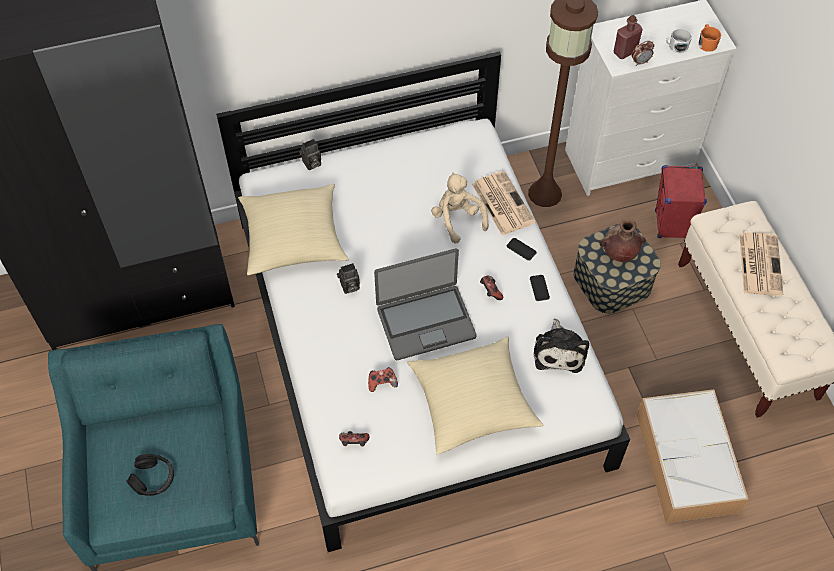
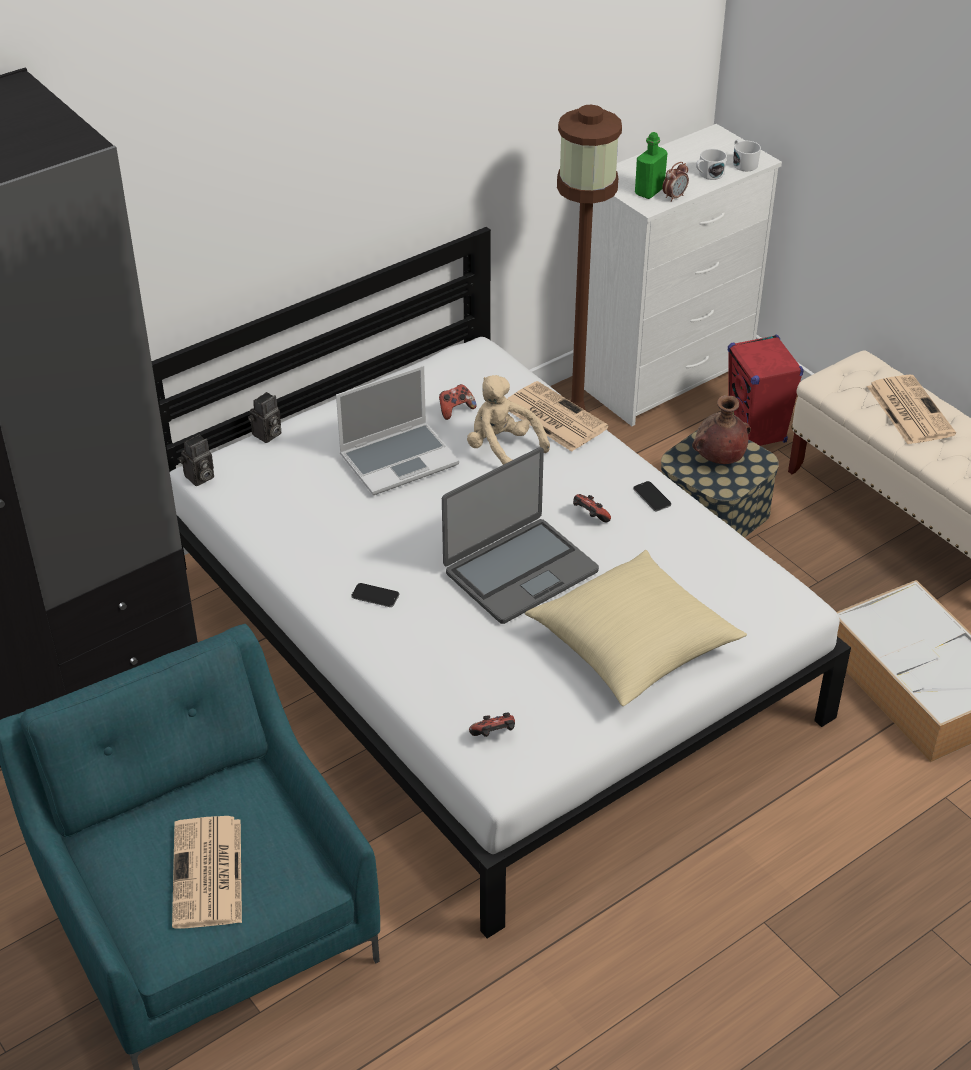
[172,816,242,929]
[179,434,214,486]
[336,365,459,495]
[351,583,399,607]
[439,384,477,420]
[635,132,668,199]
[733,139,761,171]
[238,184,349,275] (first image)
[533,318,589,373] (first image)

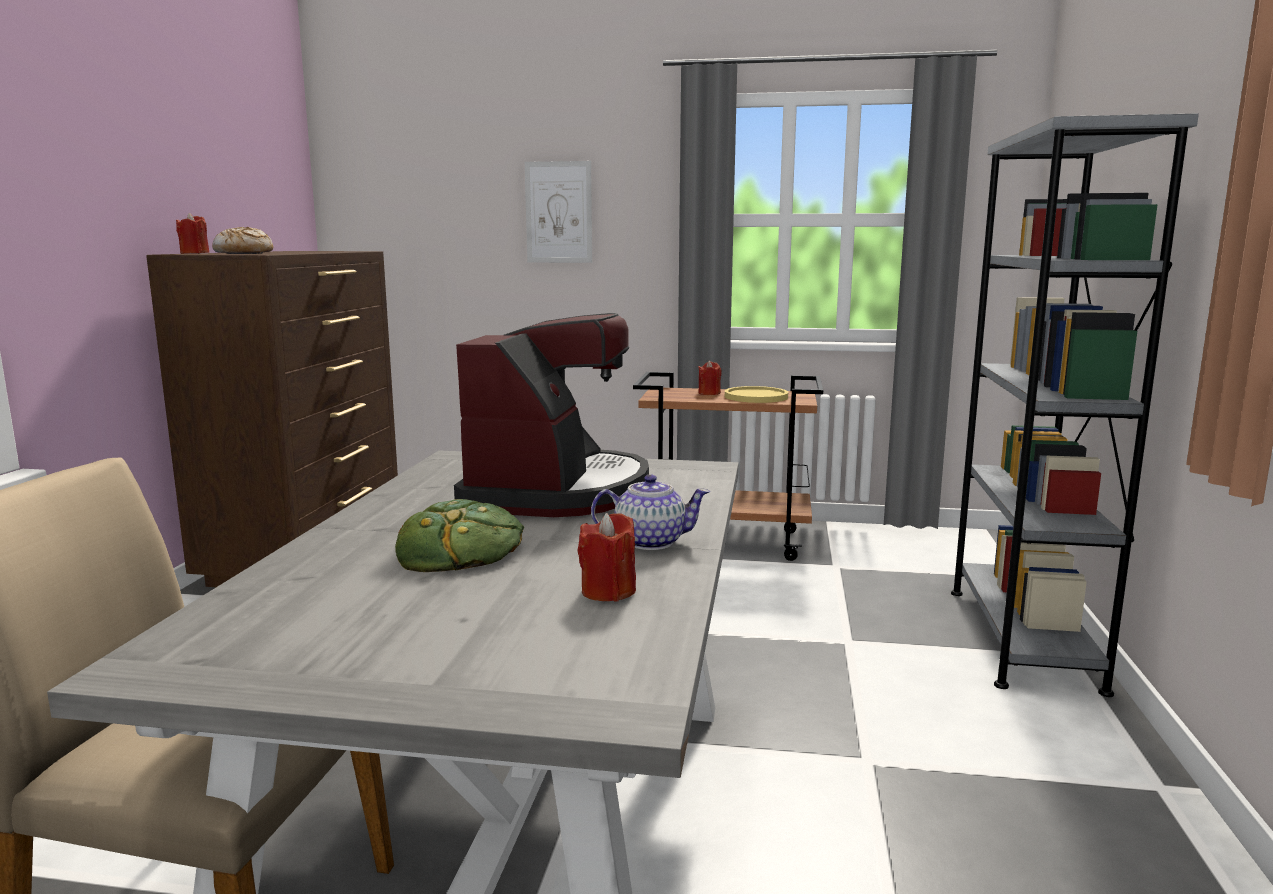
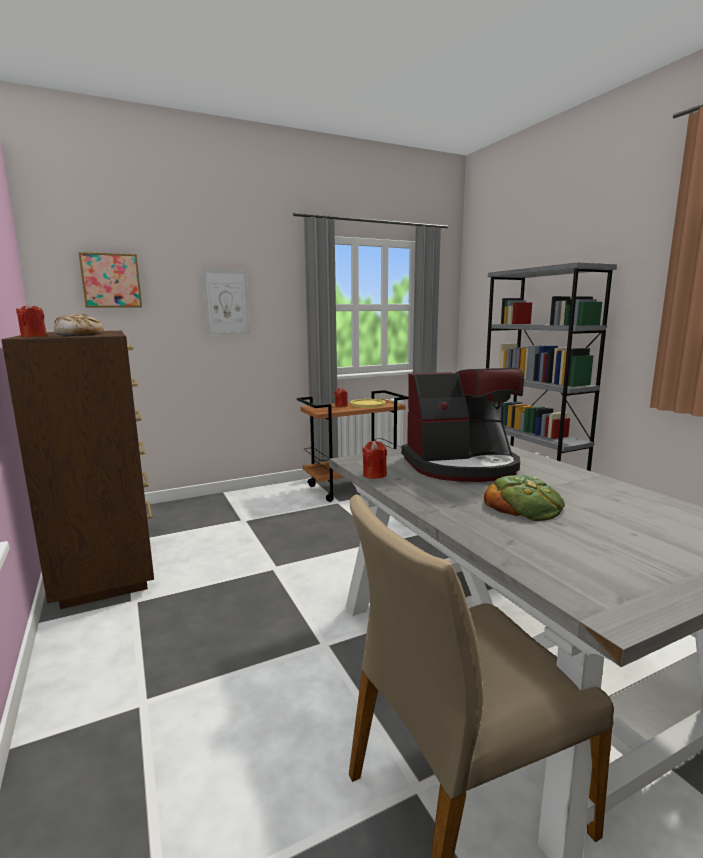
[78,252,142,308]
[362,441,387,479]
[401,368,524,482]
[591,474,710,550] (first image)

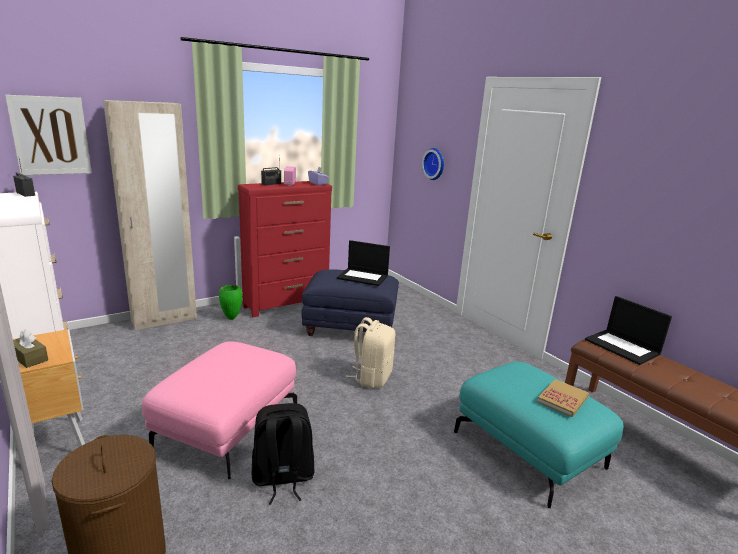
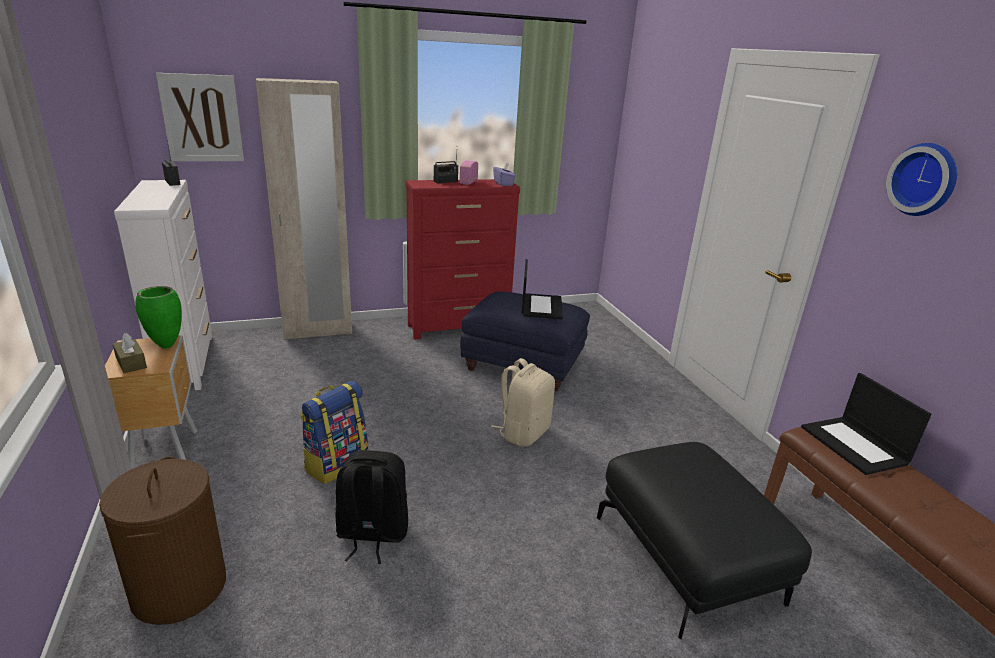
[135,286,182,348]
[300,381,368,484]
[522,259,563,319]
[597,442,812,639]
[886,143,957,216]
[537,379,589,417] (first image)

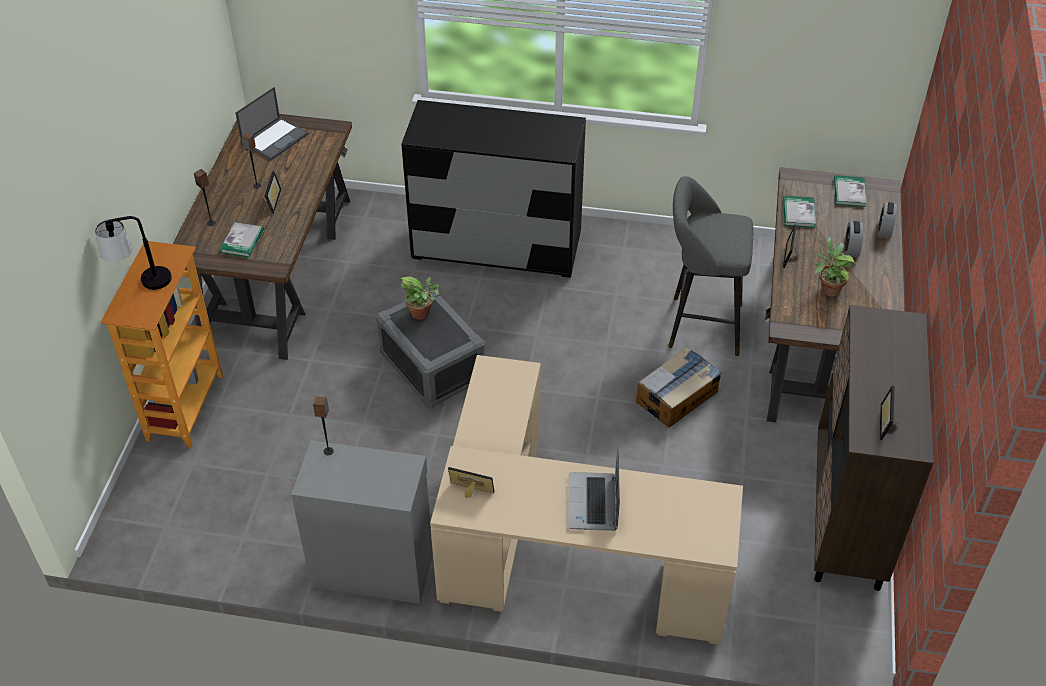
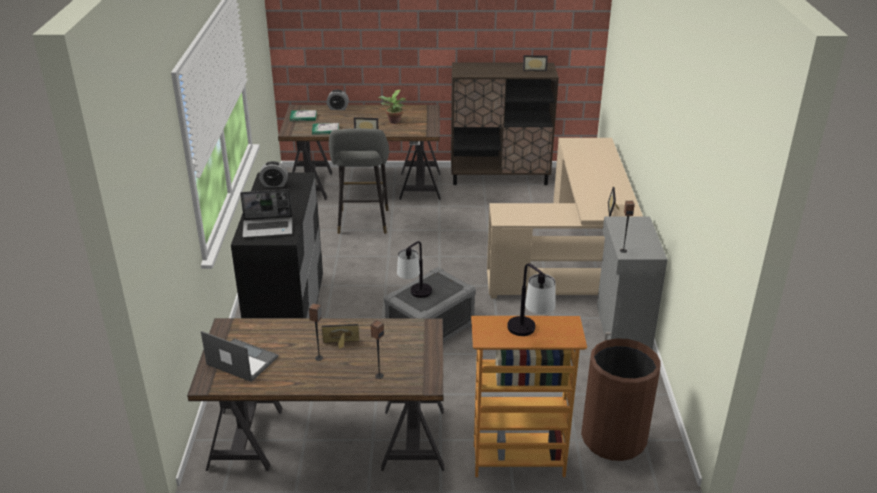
[240,189,292,238]
[259,161,288,187]
[397,241,432,298]
[581,338,661,461]
[220,222,264,257] (first image)
[636,346,722,427] (first image)

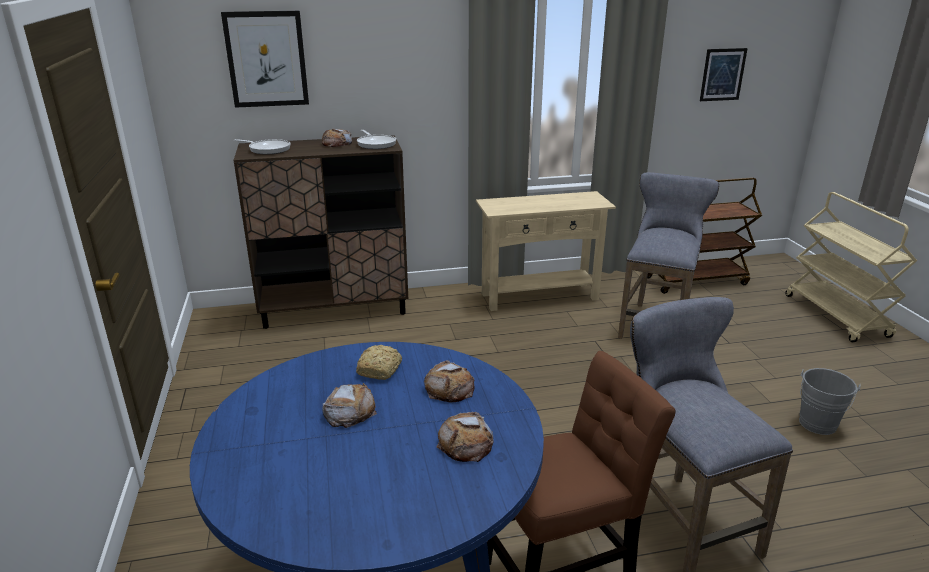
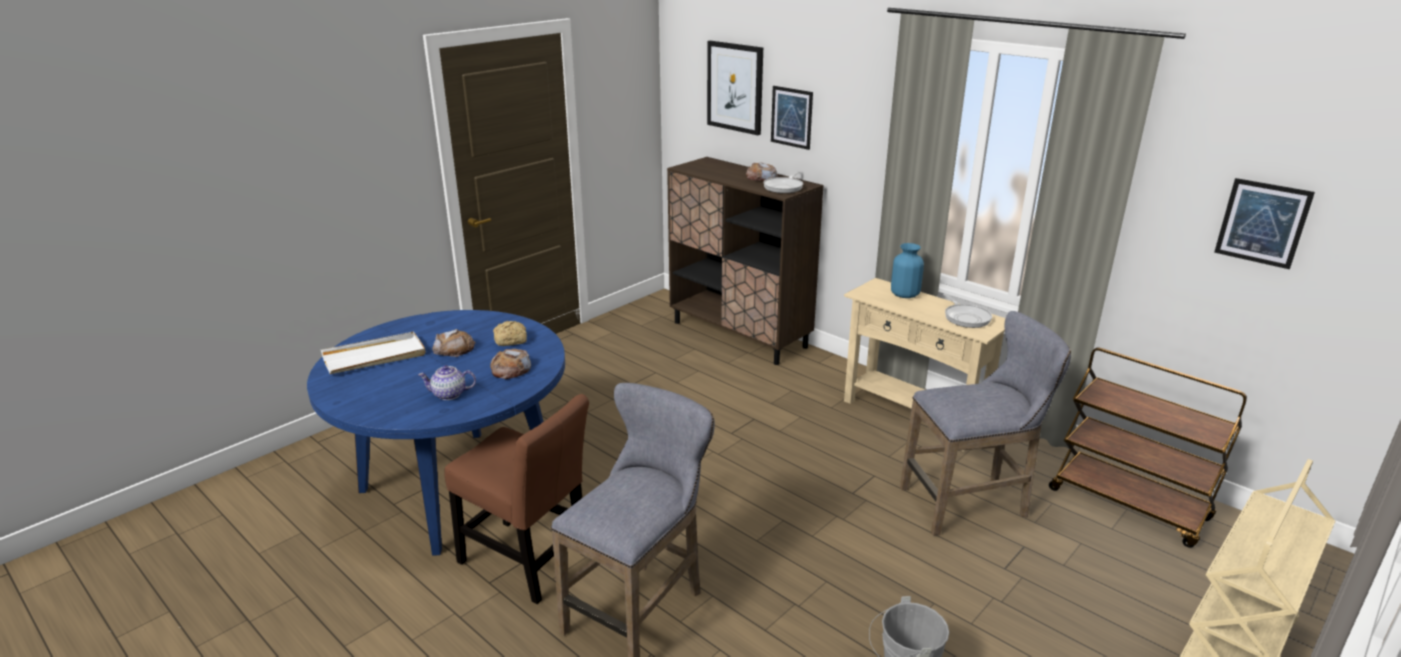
[321,331,426,374]
[418,365,476,400]
[771,86,813,150]
[891,243,924,298]
[943,294,992,328]

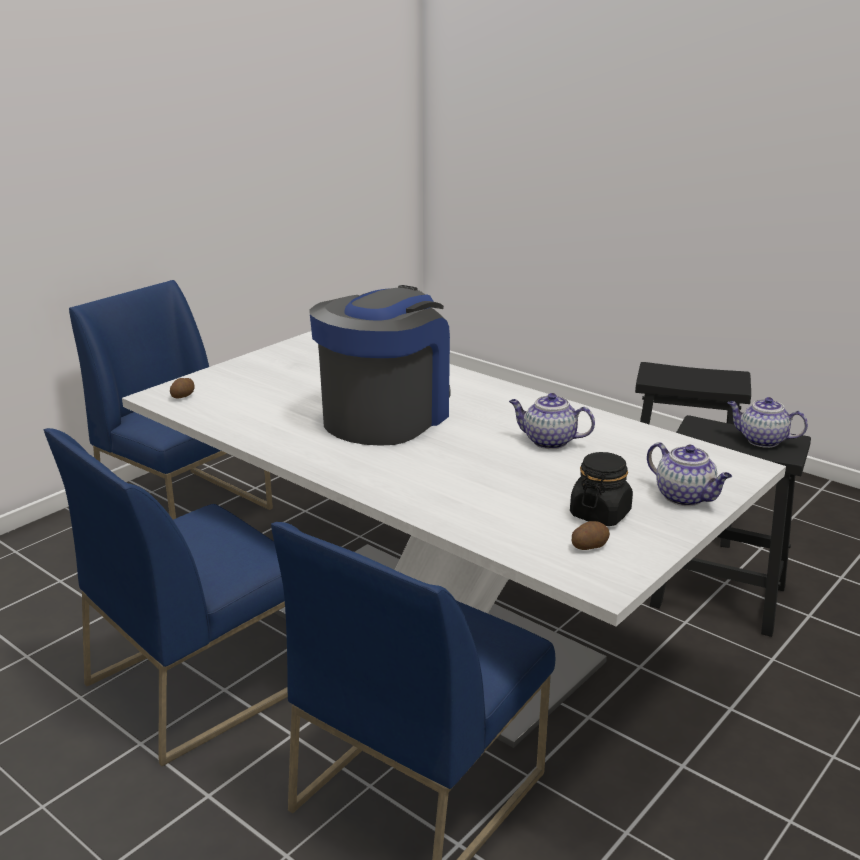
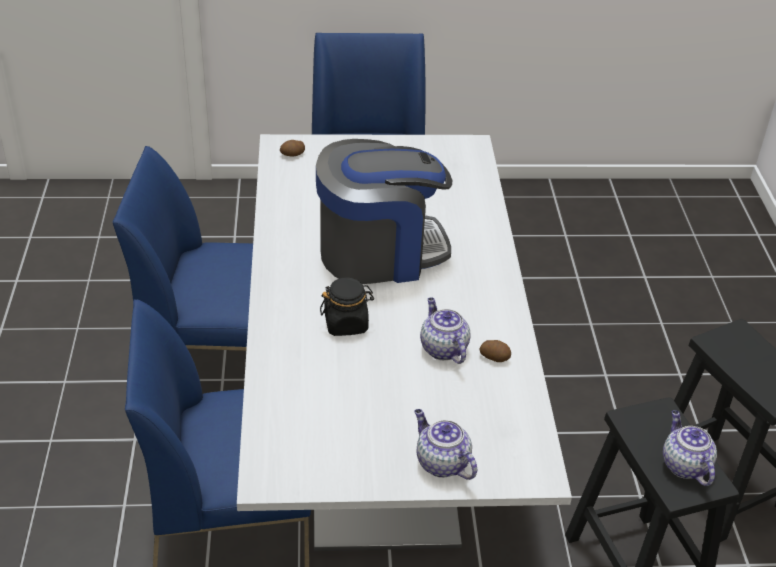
[320,277,374,336]
[414,409,477,480]
[479,340,511,362]

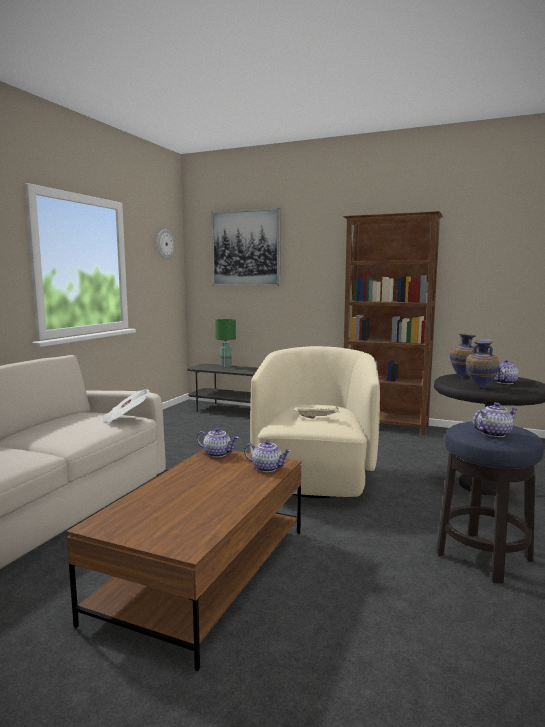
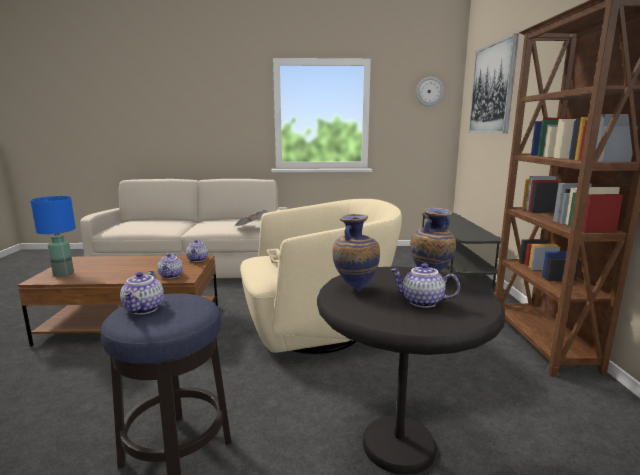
[30,196,76,277]
[120,271,164,315]
[215,319,236,367] (first image)

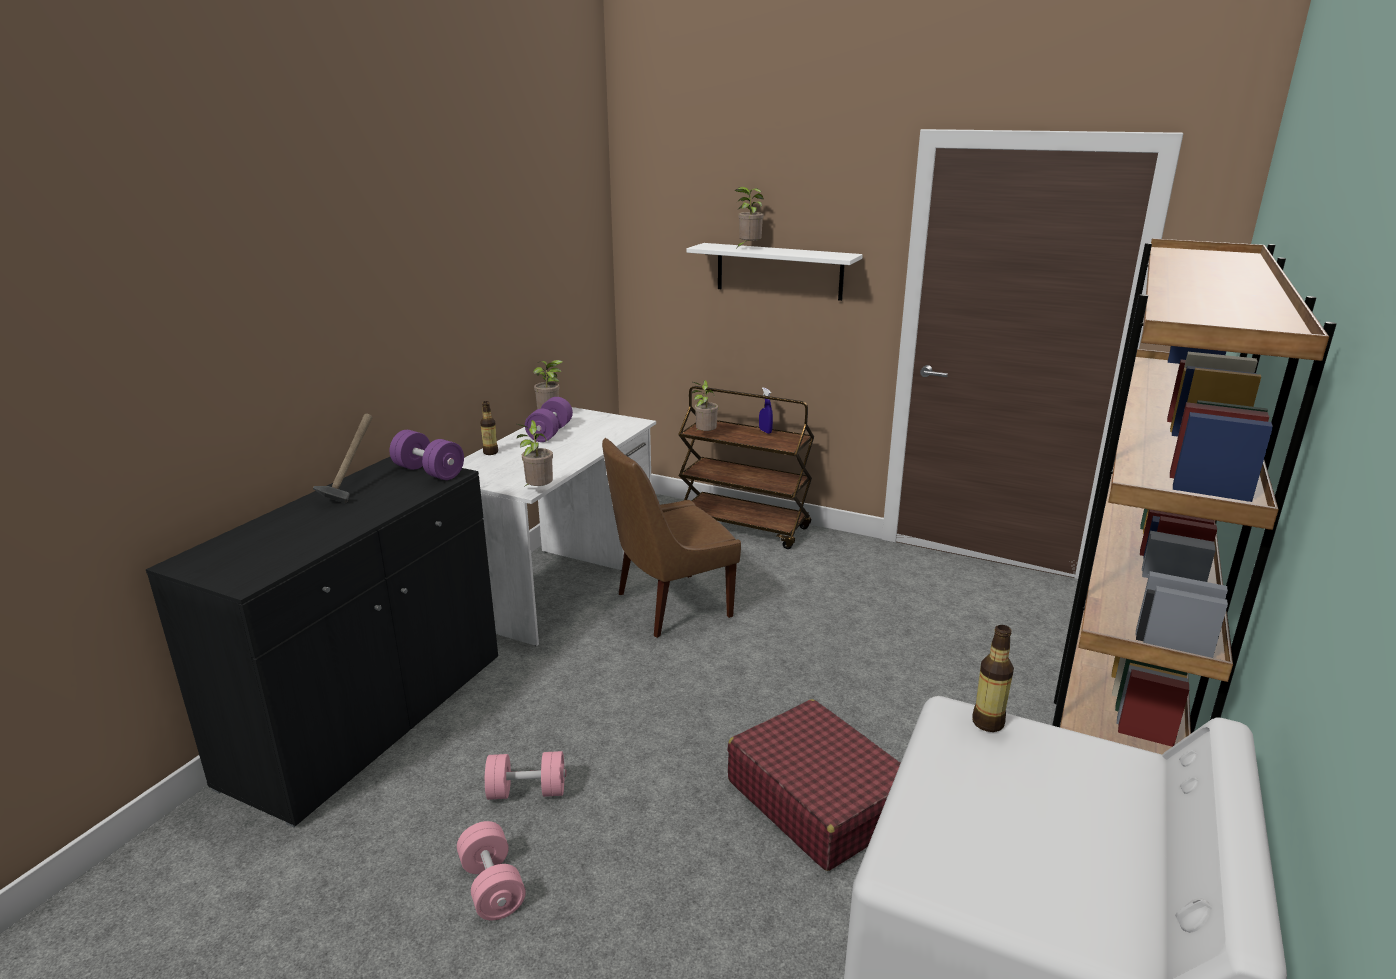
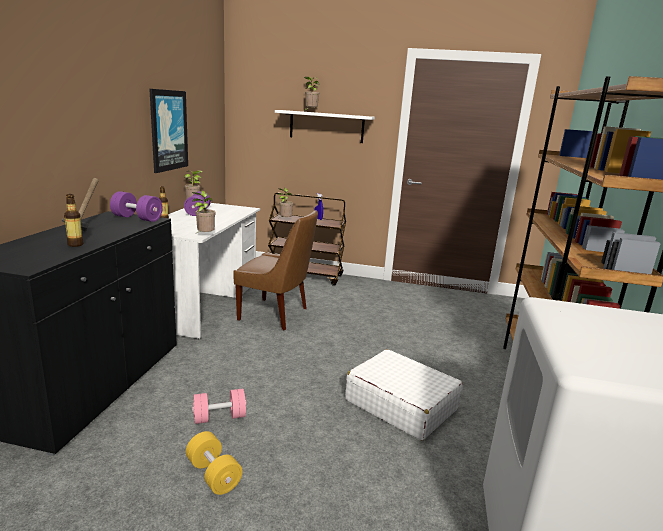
[64,194,84,247]
[149,89,188,173]
[186,431,243,495]
[233,210,318,330]
[345,349,463,440]

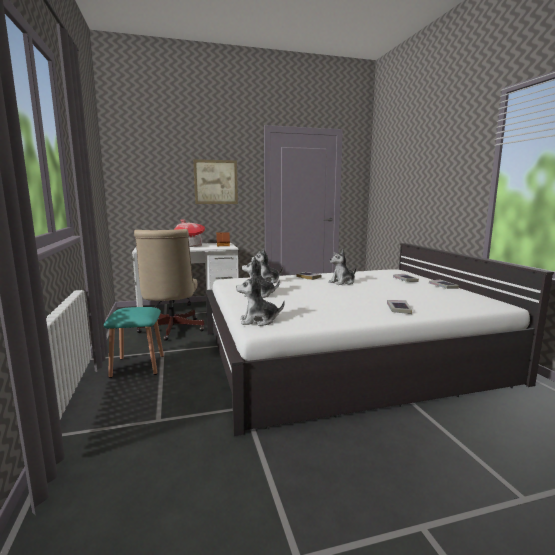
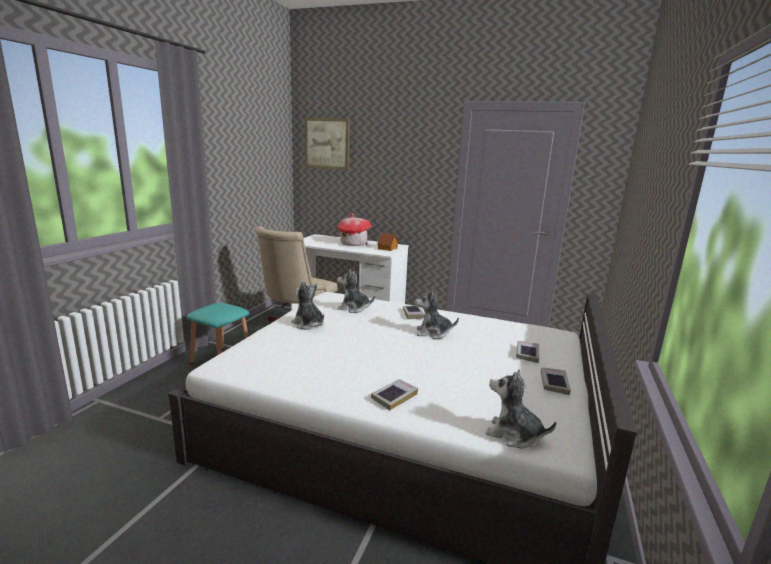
[305,117,350,170]
[485,369,556,449]

